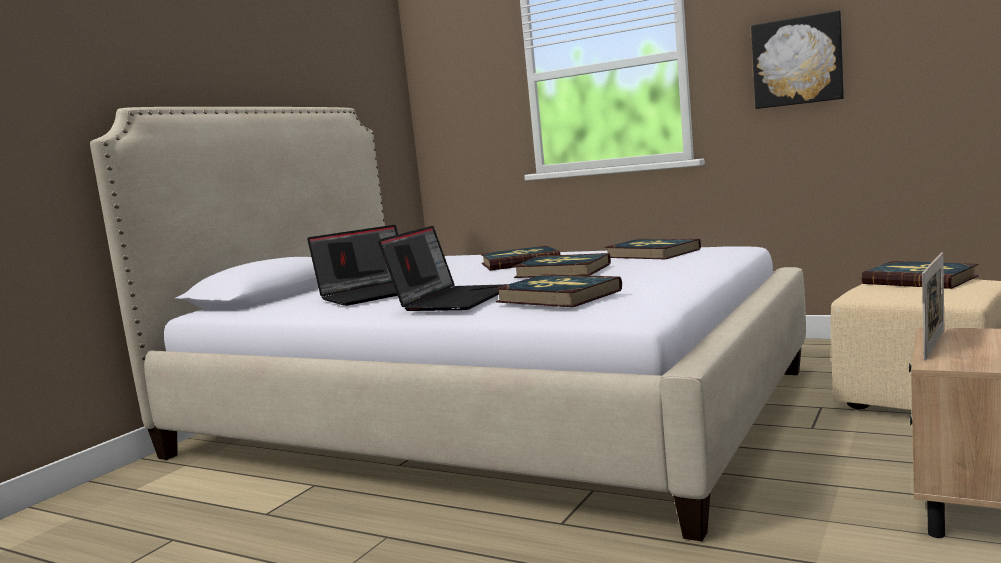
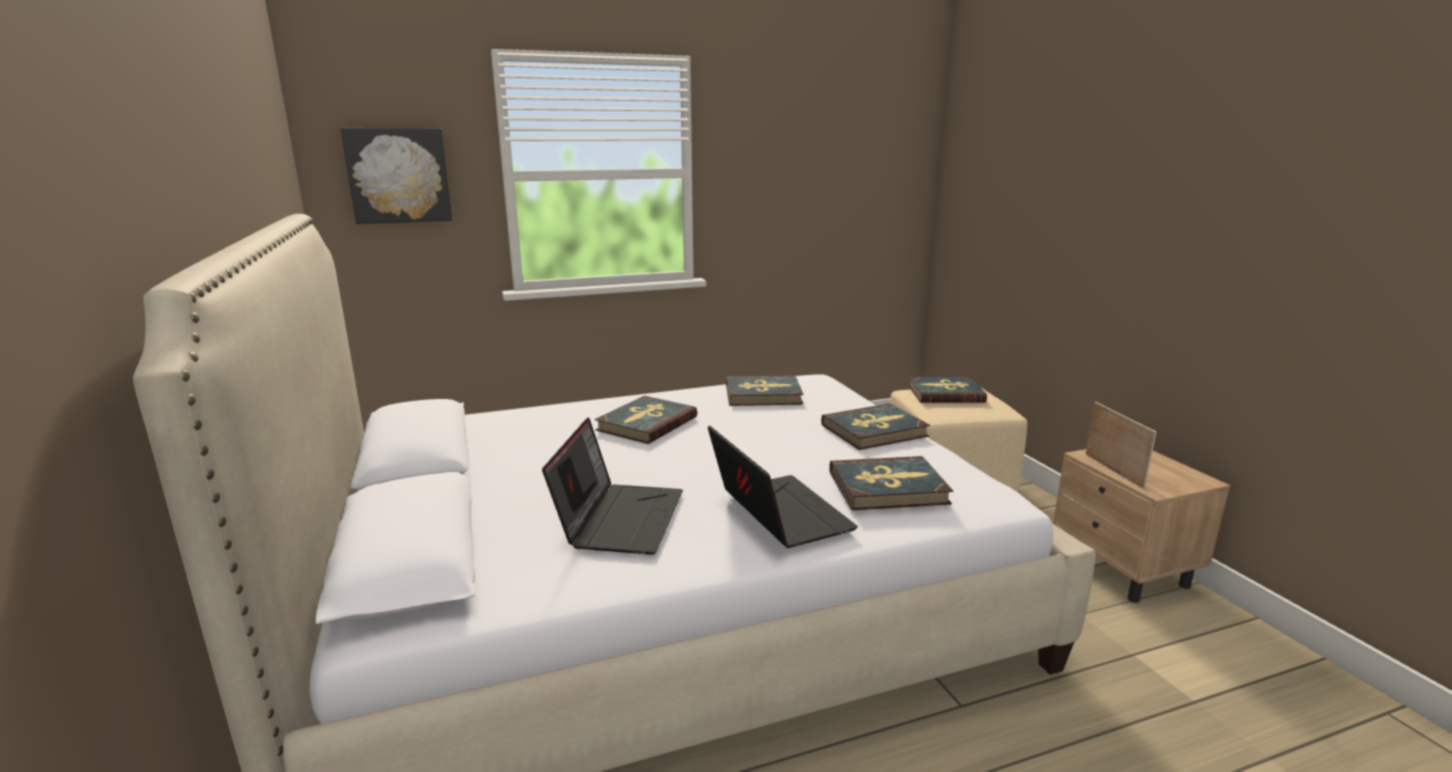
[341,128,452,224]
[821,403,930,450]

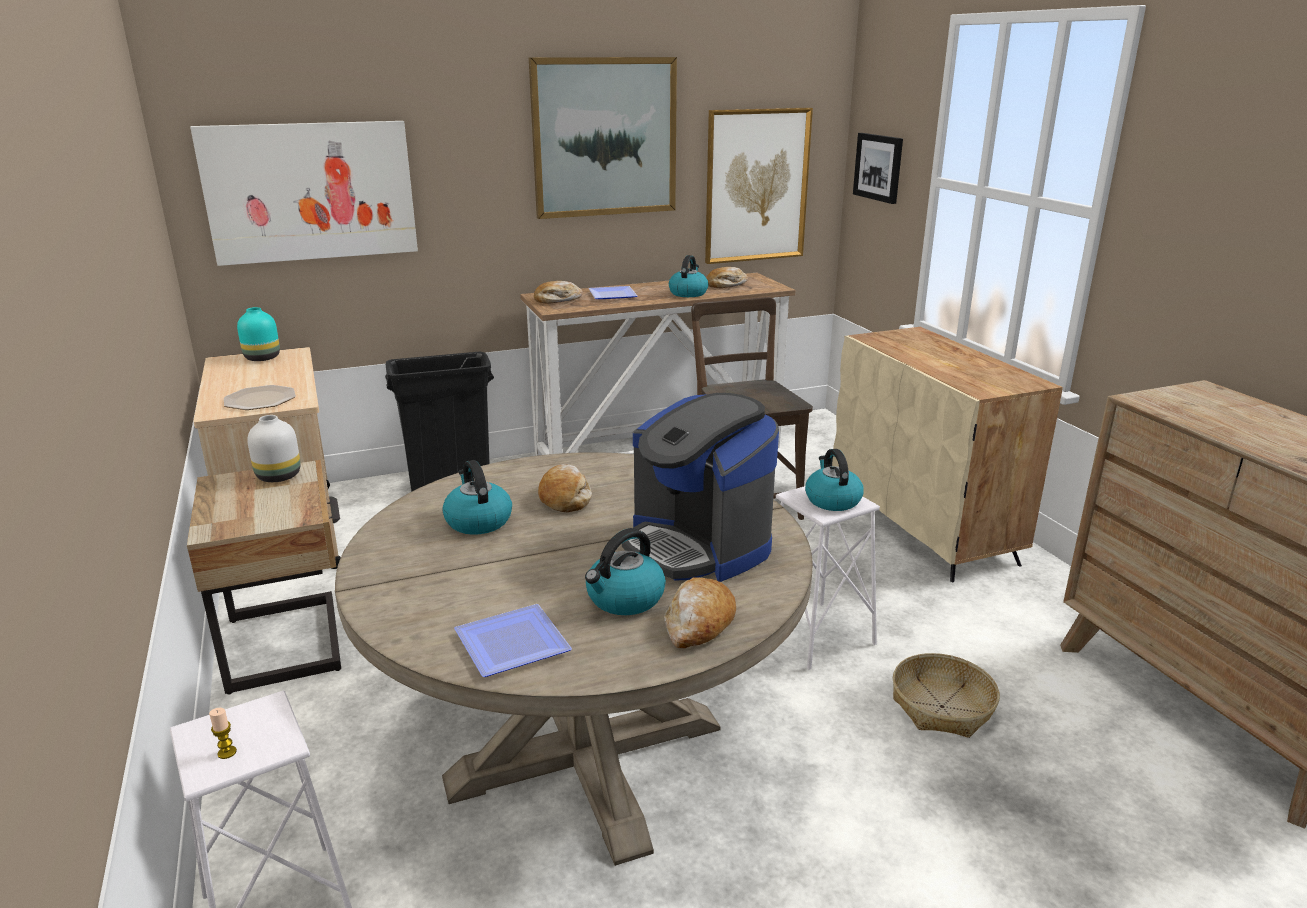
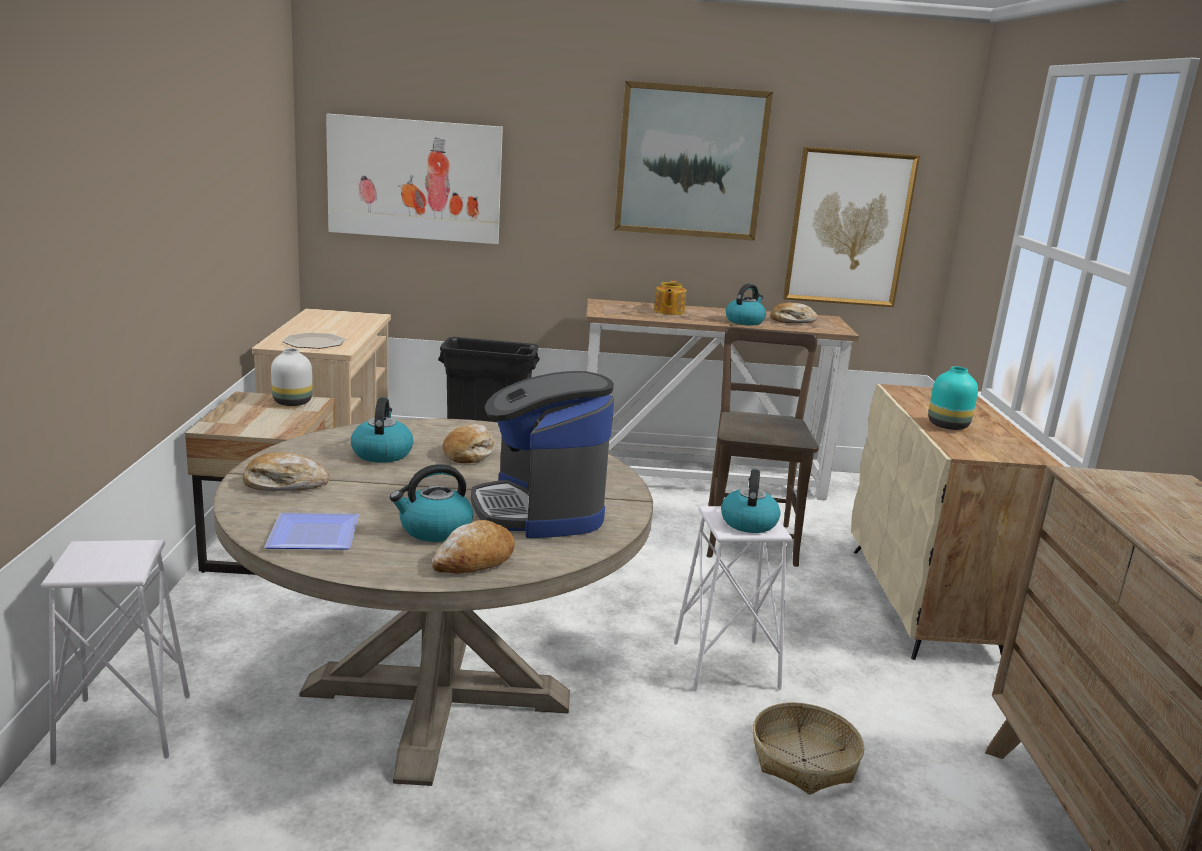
[243,453,329,491]
[654,280,686,315]
[928,366,978,430]
[209,708,237,759] (first image)
[853,133,903,204] (first image)

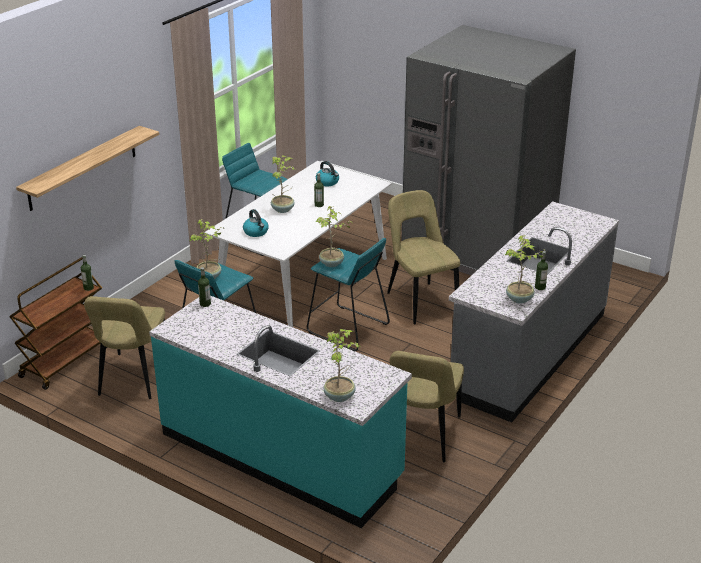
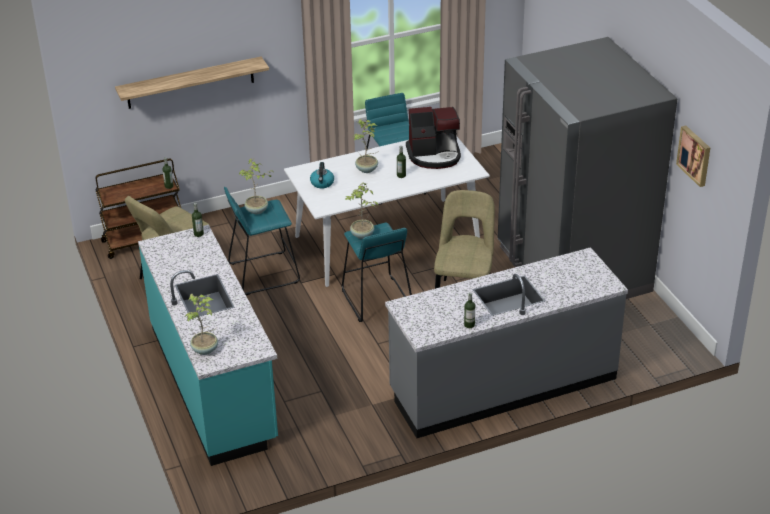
[406,107,461,169]
[676,125,710,187]
[390,351,464,462] (first image)
[505,235,546,304] (first image)

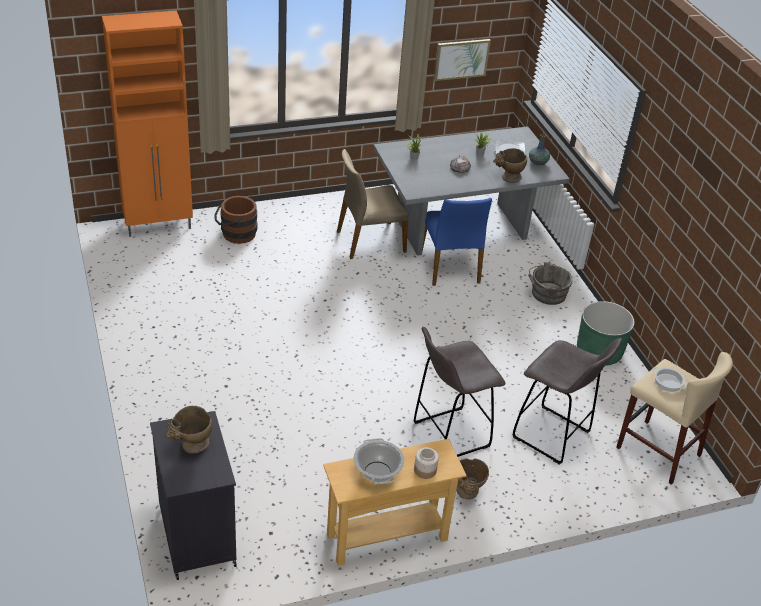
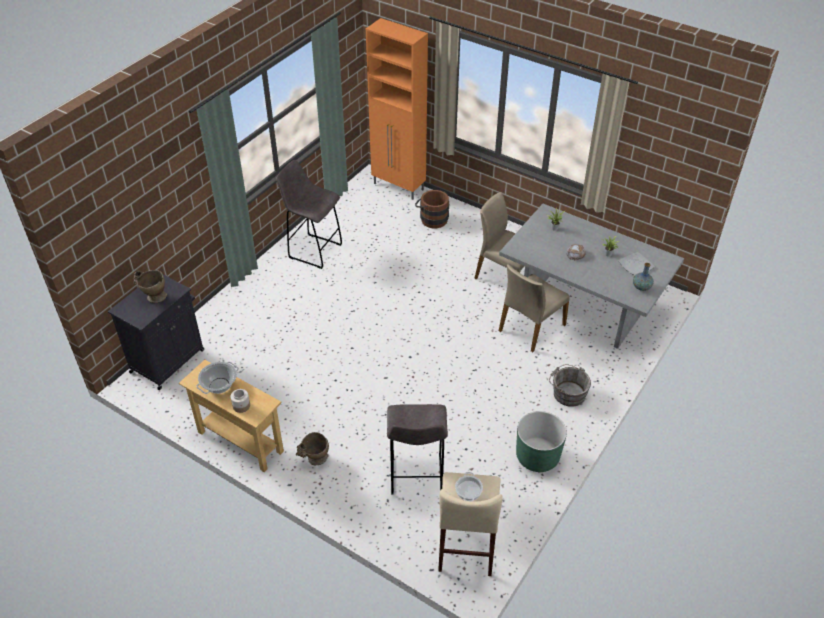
[276,160,342,269]
[499,264,570,352]
[434,39,491,81] (first image)
[493,148,527,182] (first image)

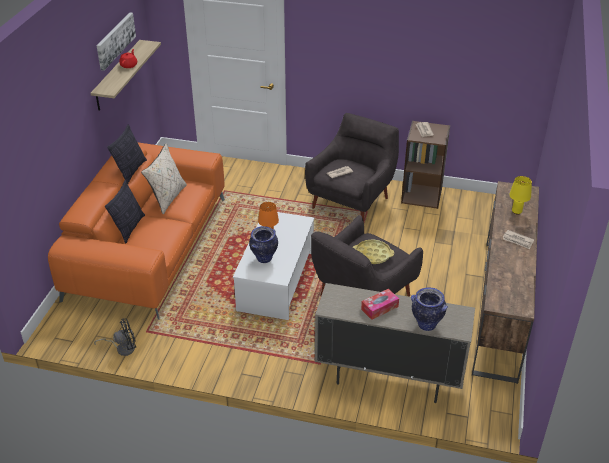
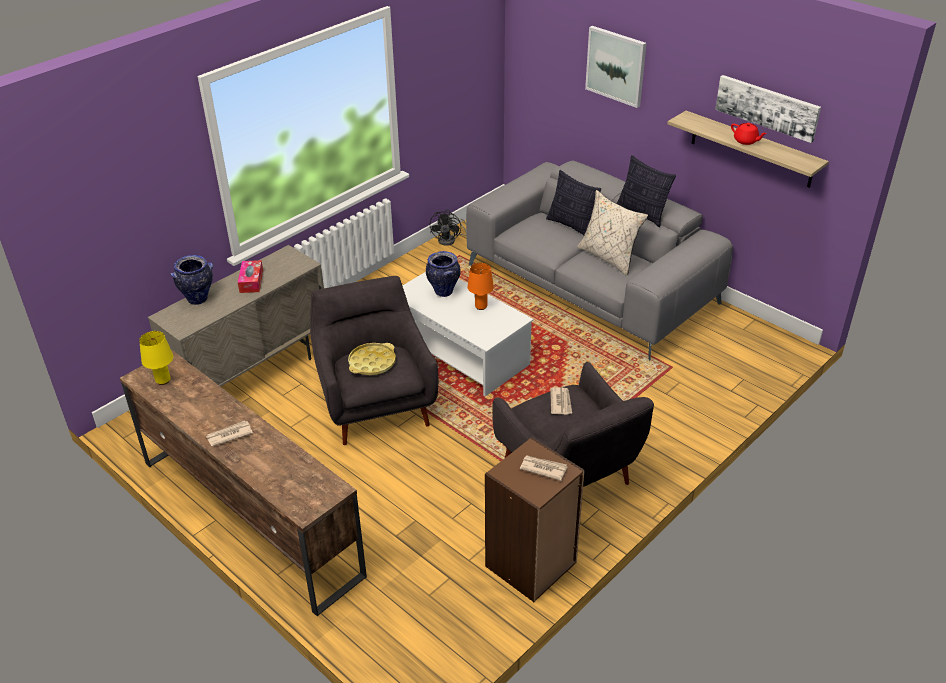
[139,331,173,385]
[466,161,733,361]
[585,26,646,108]

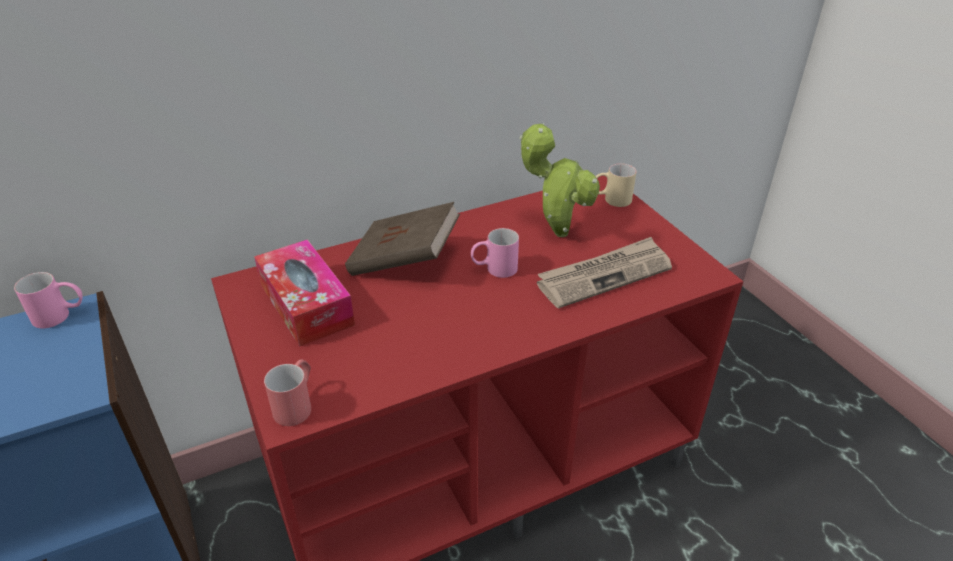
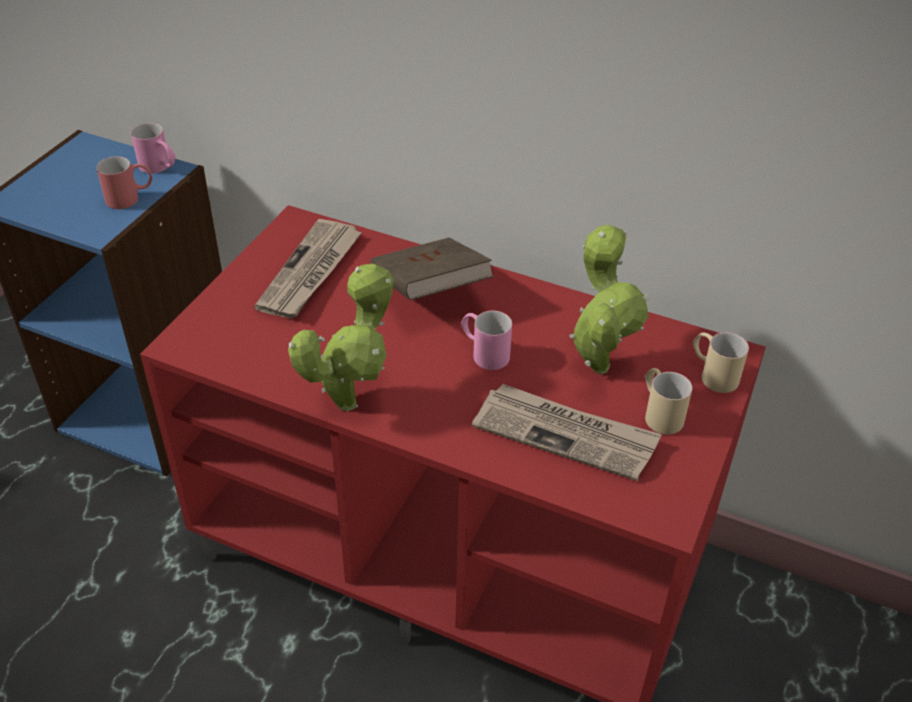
[96,156,152,209]
[254,219,362,319]
[288,264,394,411]
[645,368,692,434]

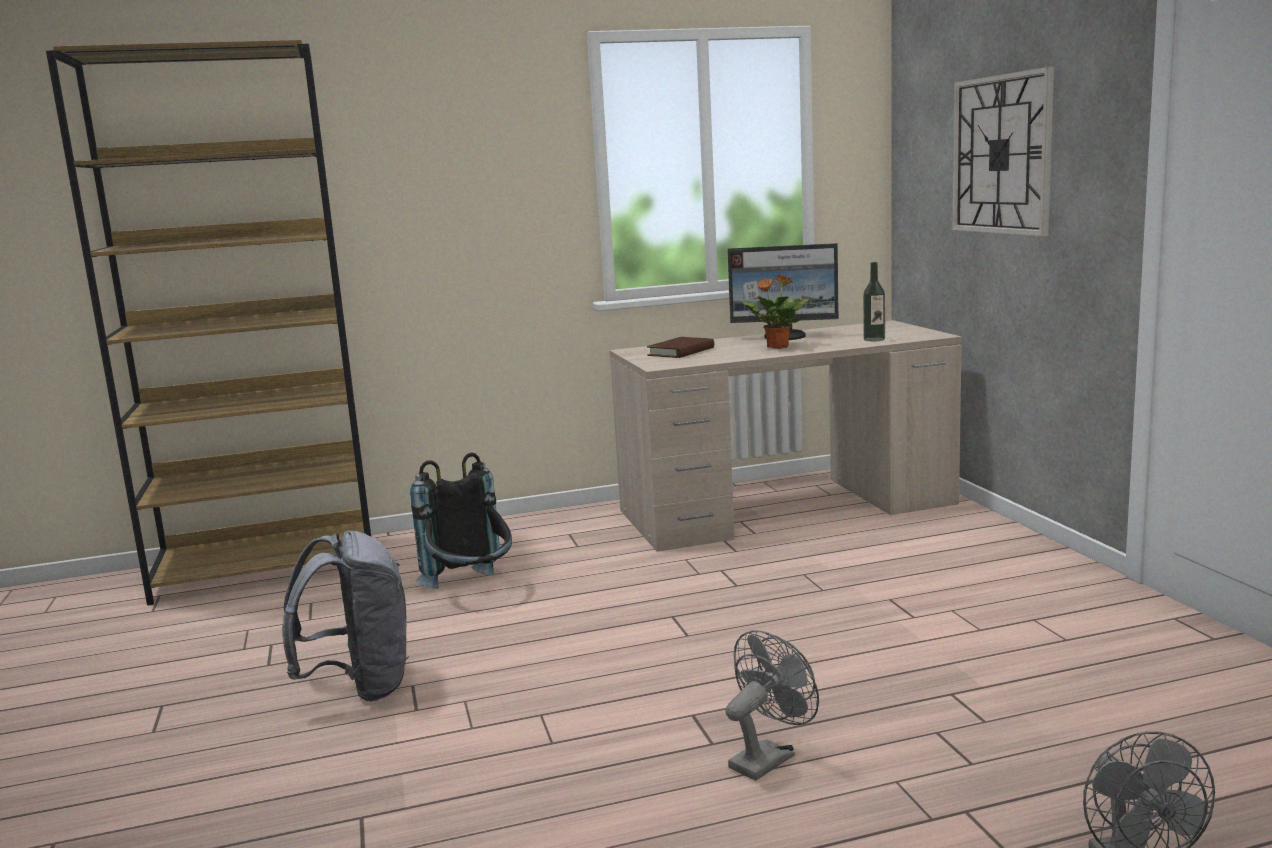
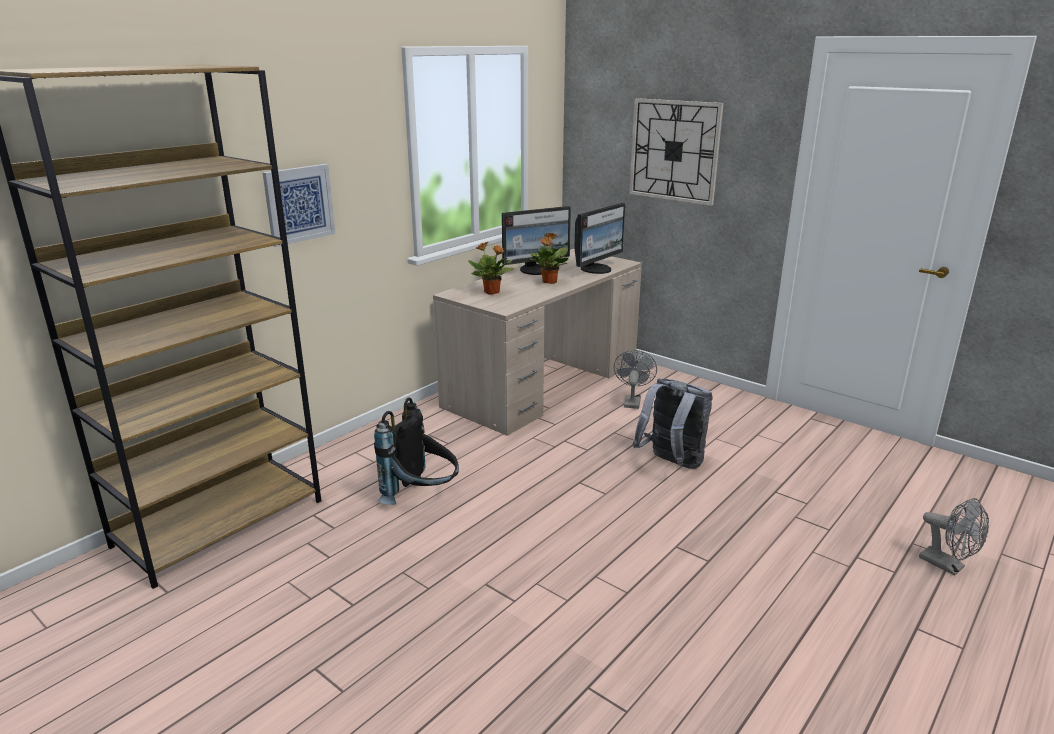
[263,164,335,247]
[468,242,514,295]
[574,203,625,274]
[614,350,657,409]
[633,378,713,469]

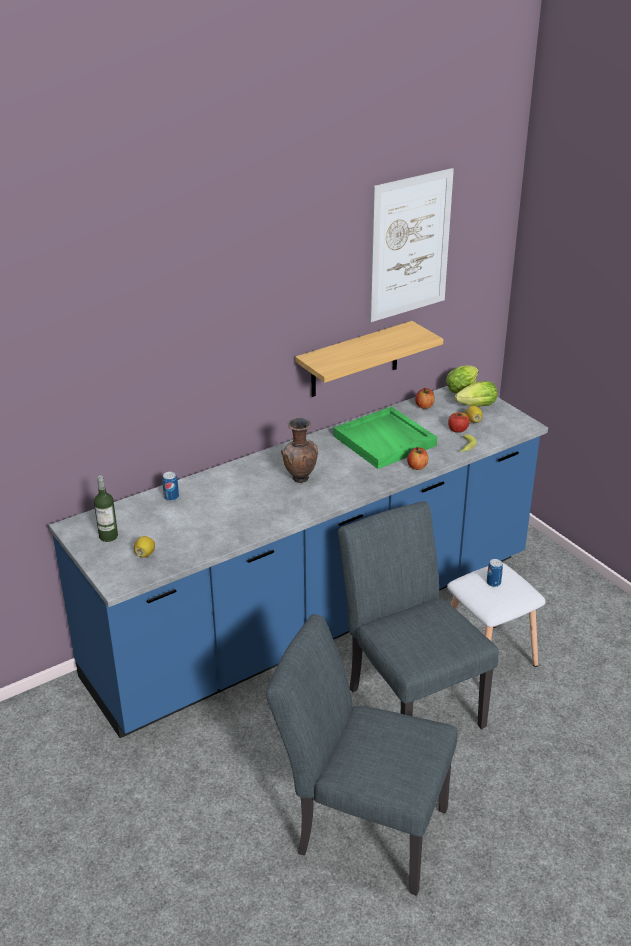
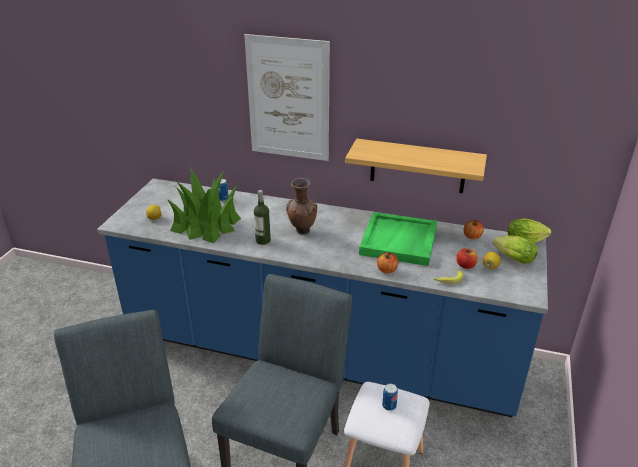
[167,168,241,243]
[244,34,330,161]
[254,190,271,245]

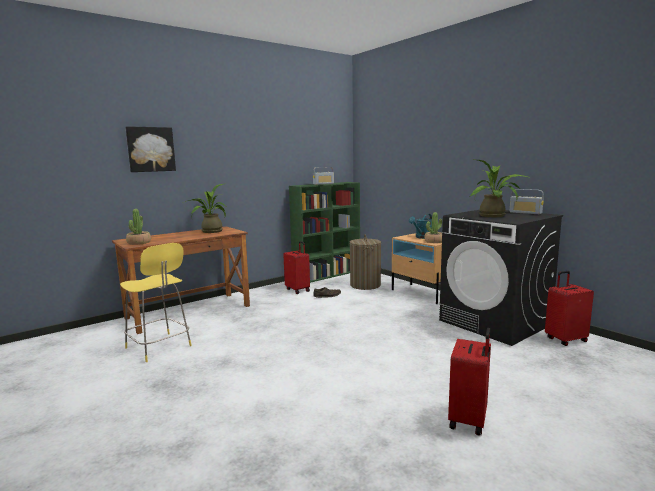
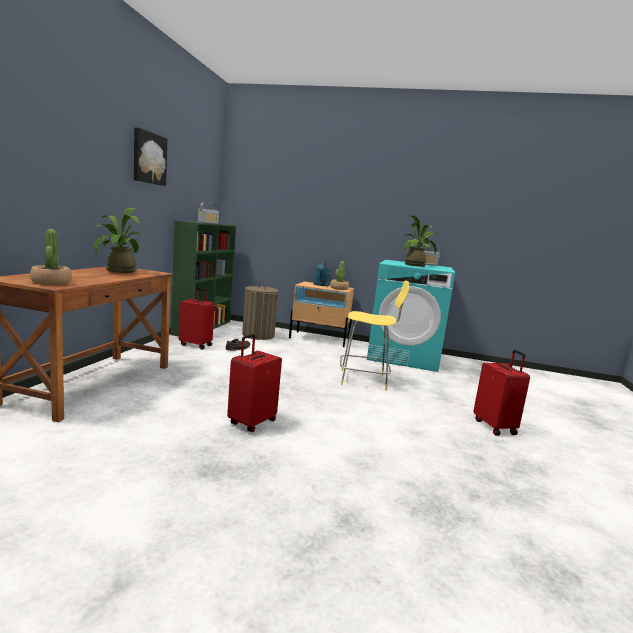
[134,127,167,186]
[227,334,282,432]
[340,281,409,390]
[367,260,455,372]

